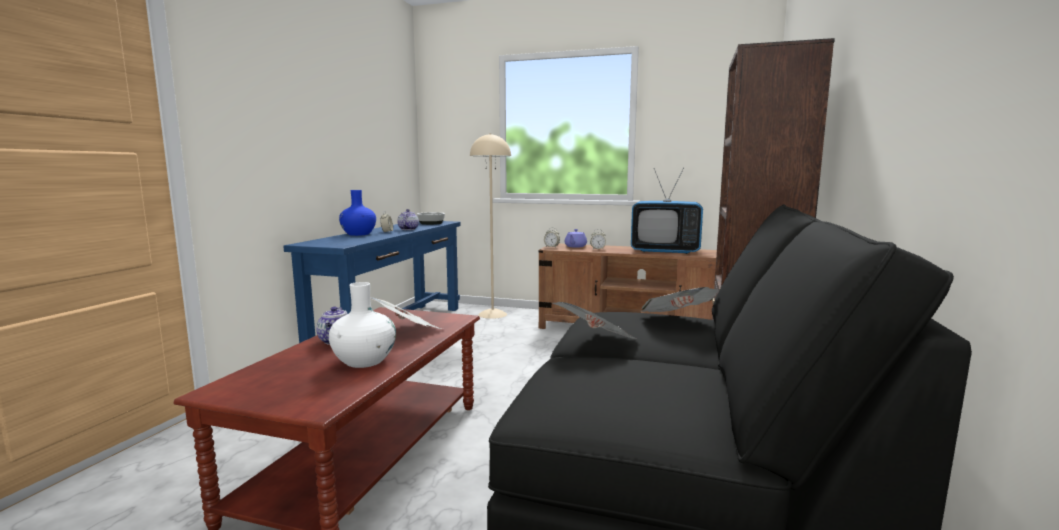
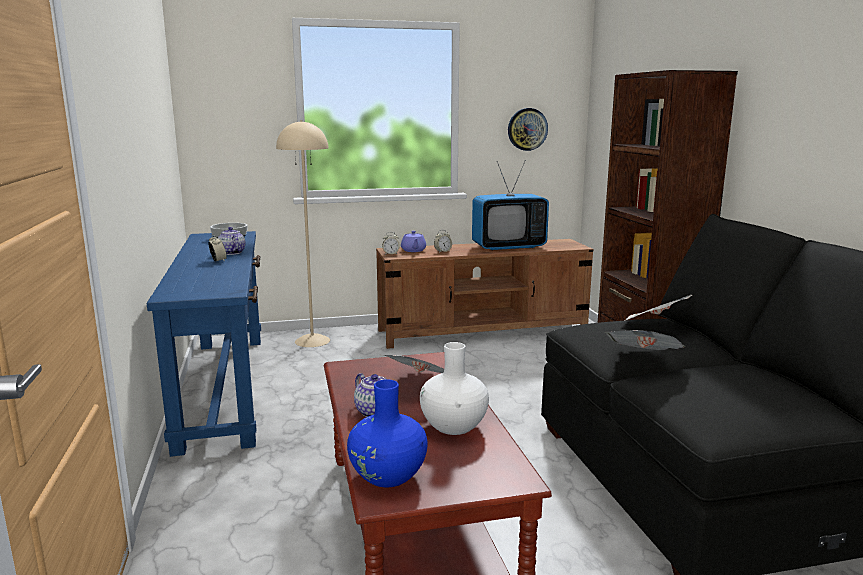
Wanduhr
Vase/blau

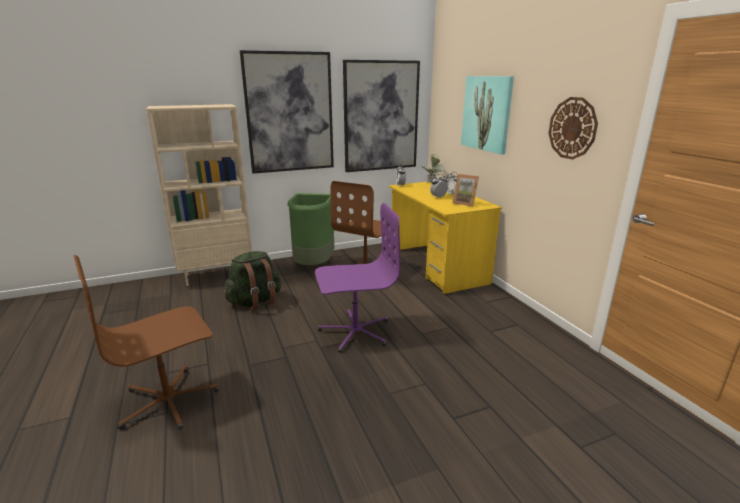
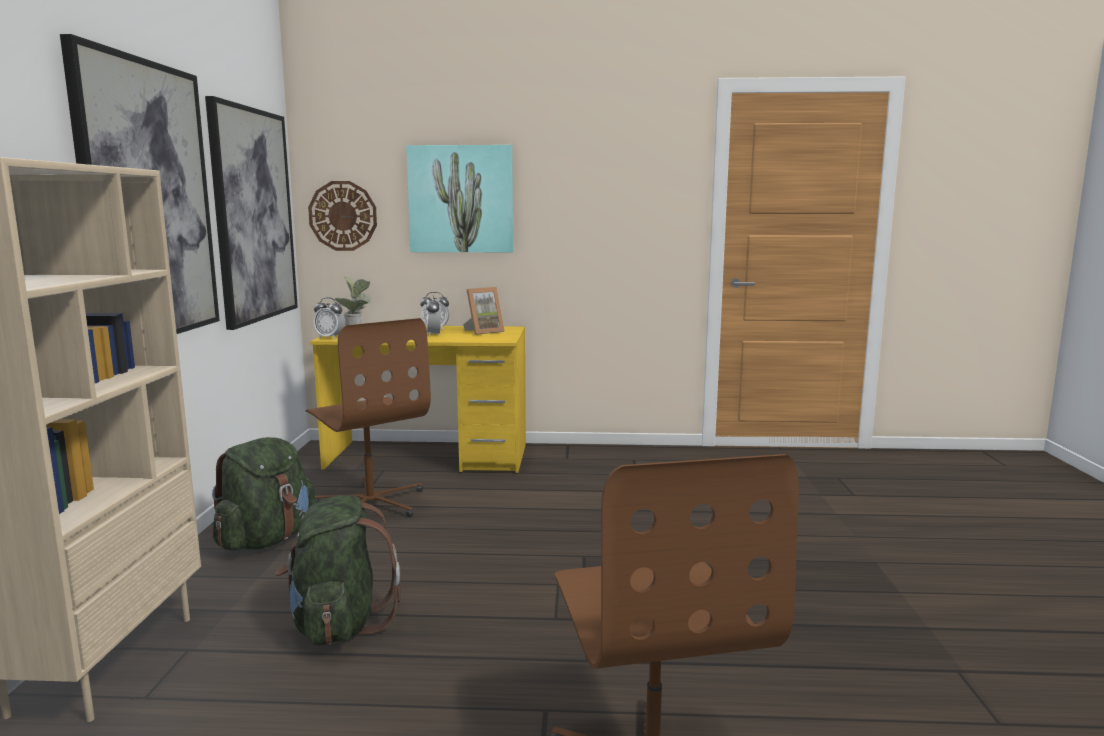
Bürostuhl/lila
Wanduhr
Rucksack/grün (1st from left)

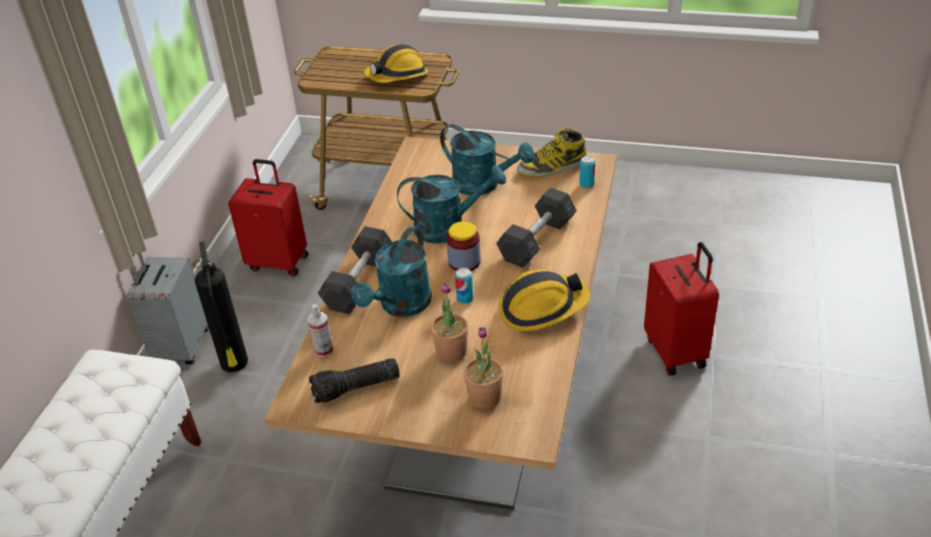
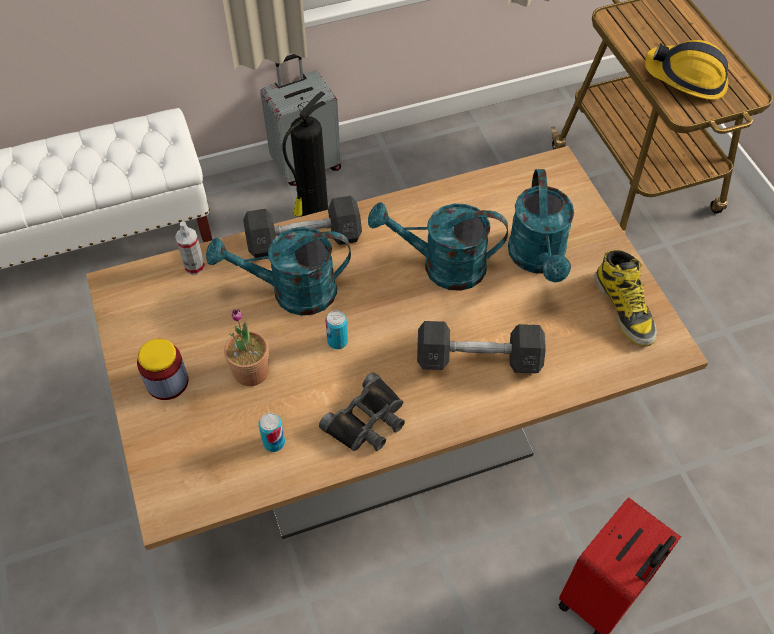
Koffer/rot (1st from left in the first image)
Taschenlampe
Topfpflanze (2nd from left in the first image)
Vorratsglas
Dose (1st from left)
Fernglas/schwarz
Gießkanne/türkis (2nd from left)
Stiefel

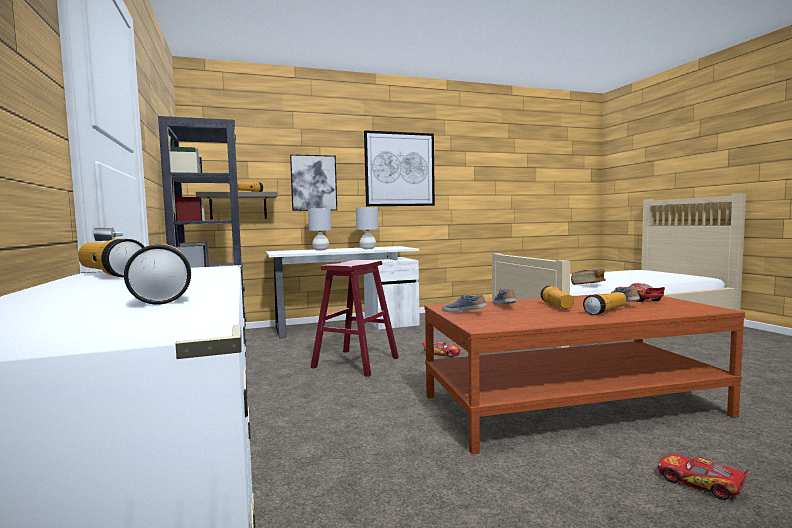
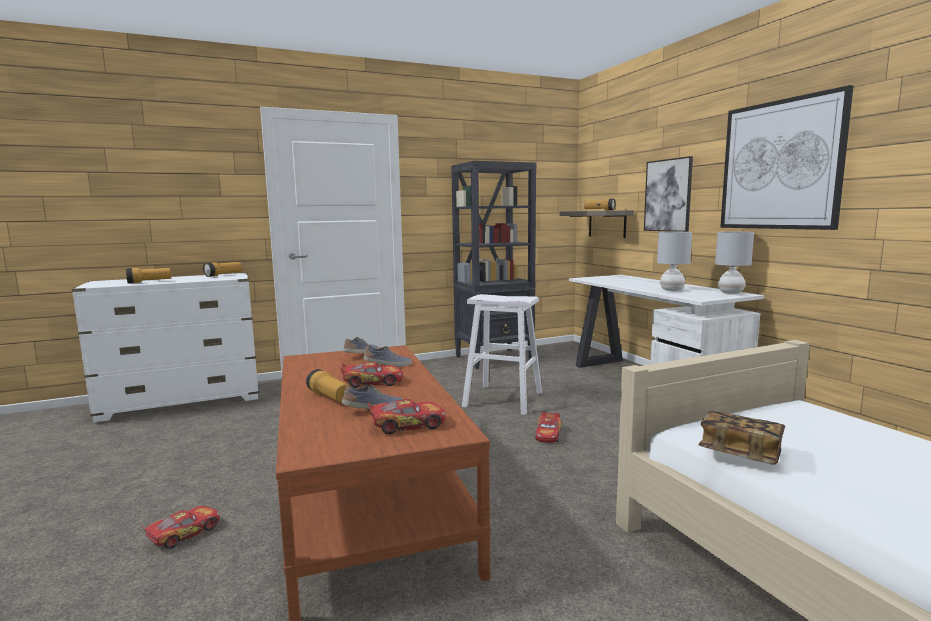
Tischlampe/grau (2nd from left)
Spielzeugauto (2nd from left)
Hocker/weiß

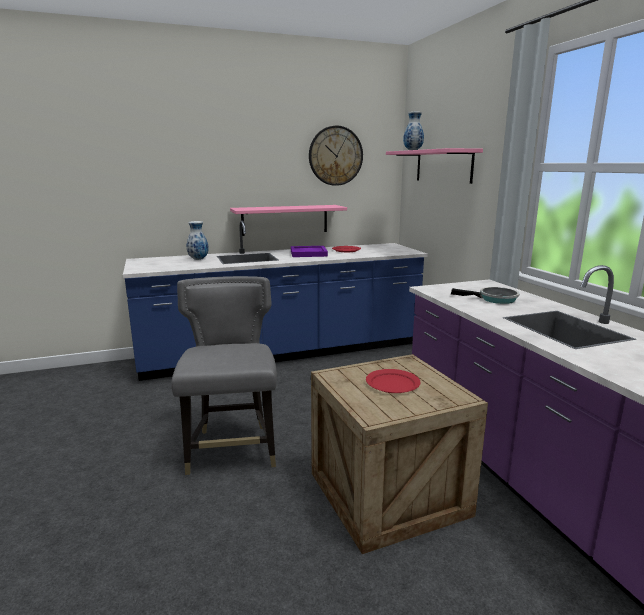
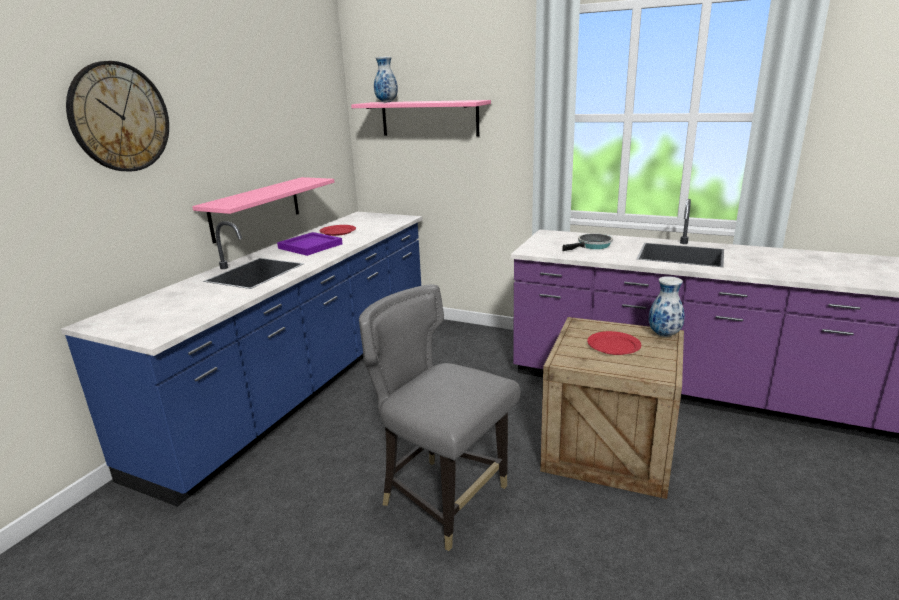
Vase (2nd from left)
Wanduhr

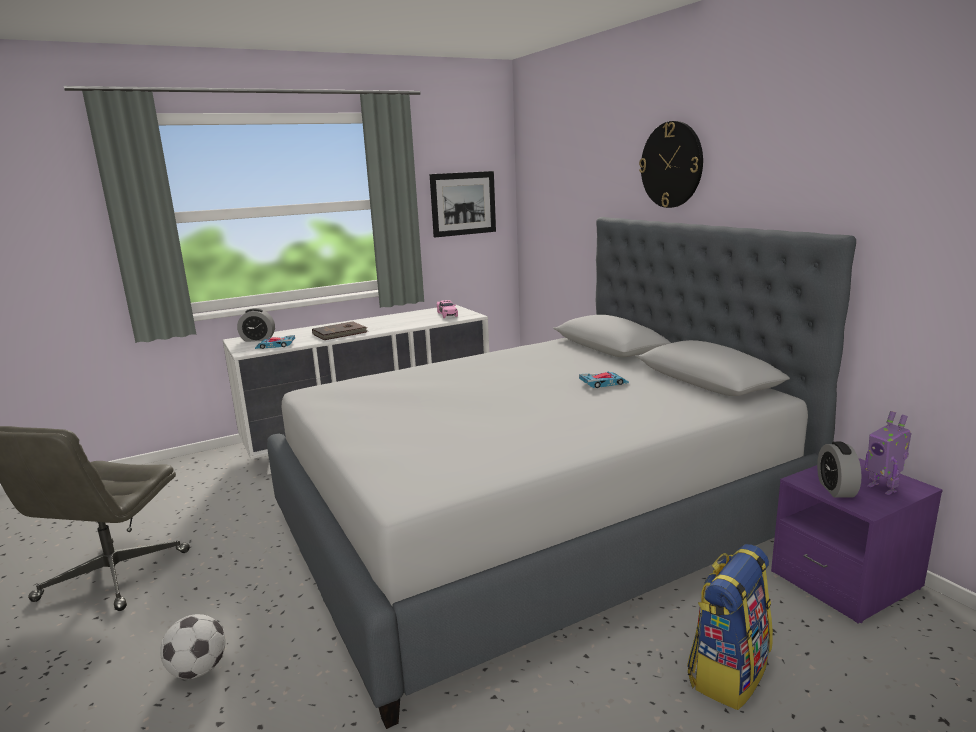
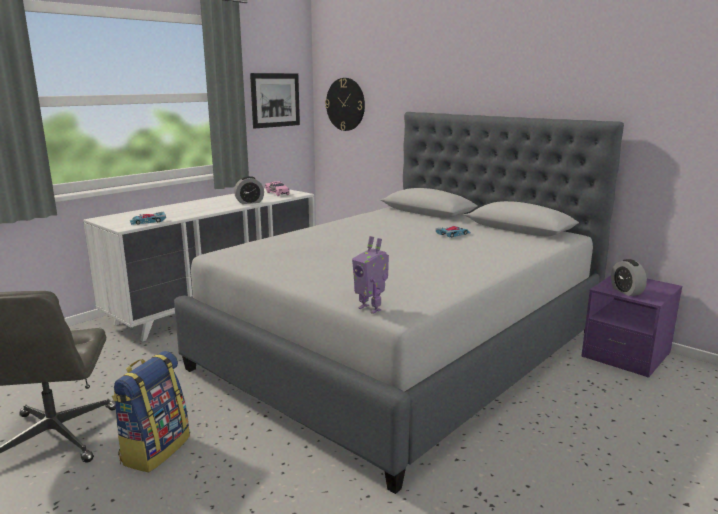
Fußball
Buch/braun
Wecker (1st from left)
Wanduhr
Rucksack
Spielzeugroboter

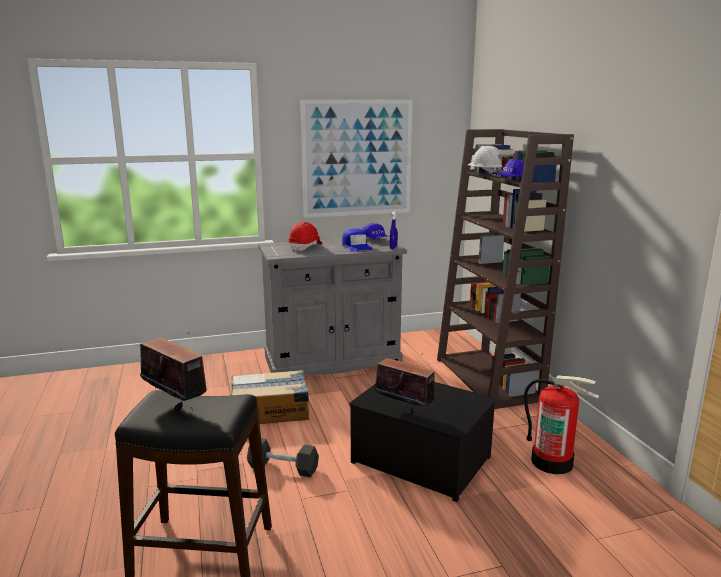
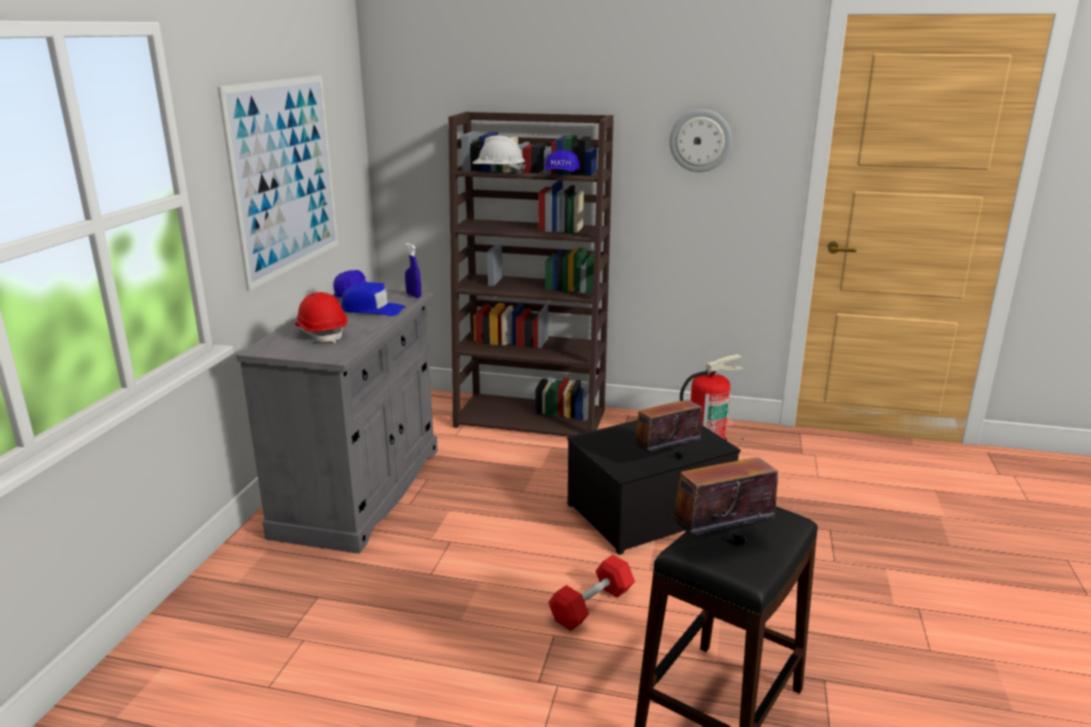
Karton
Wanduhr
Hantel/rot

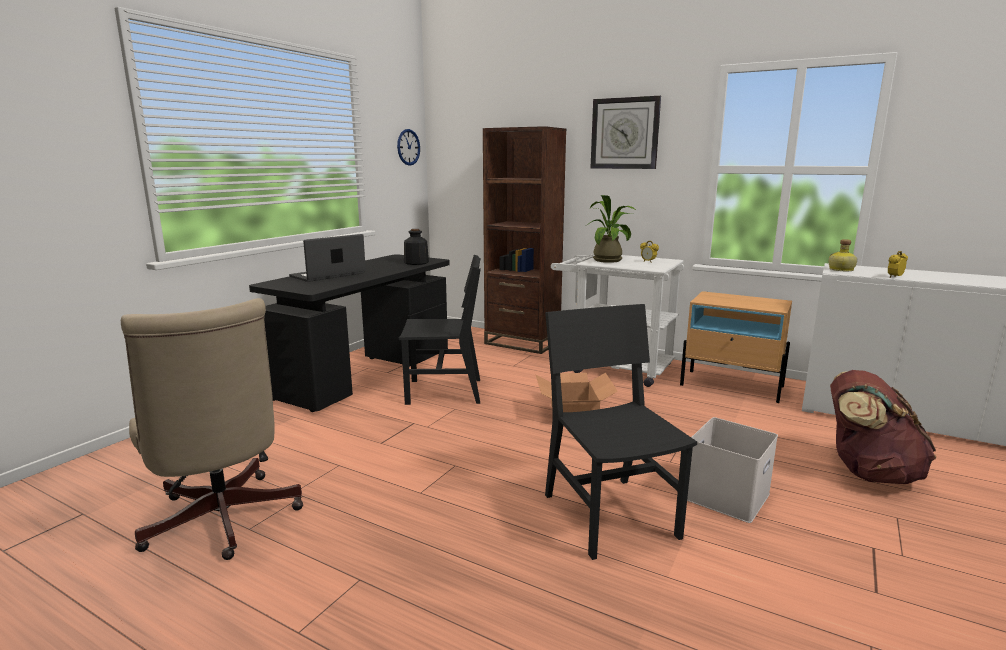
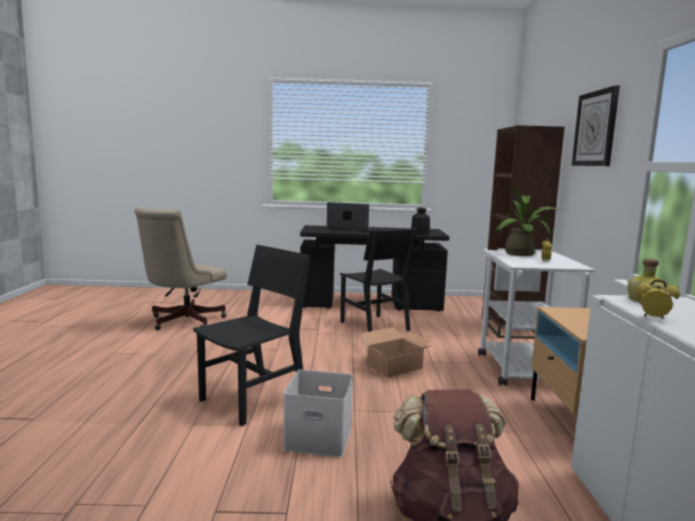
Wanduhr (1st from left in the first image)

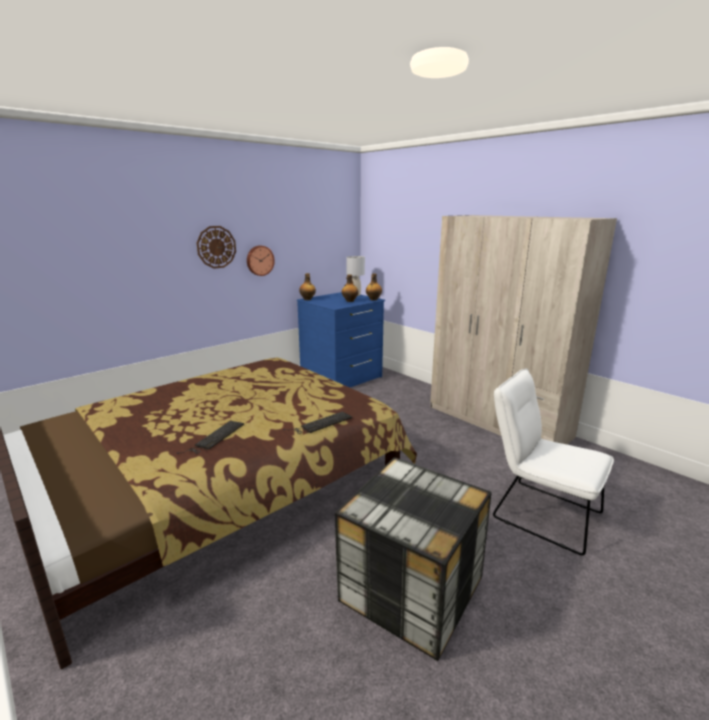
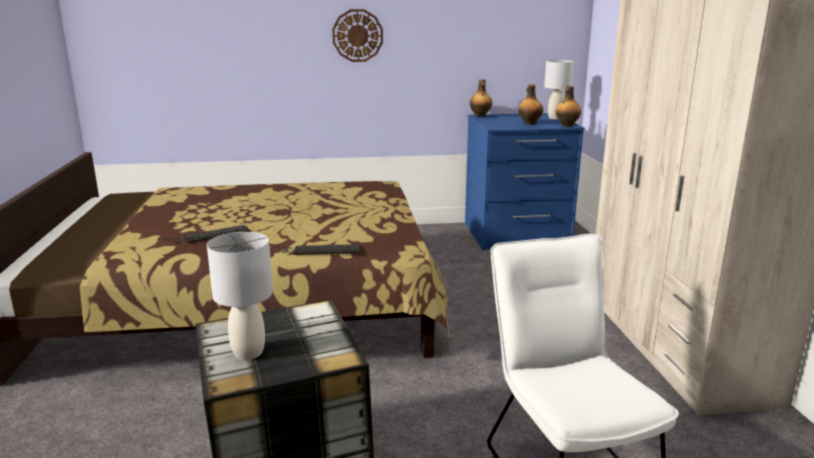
Wanduhr (2nd from left in the first image)
Tischlampe/grau (1st from left)

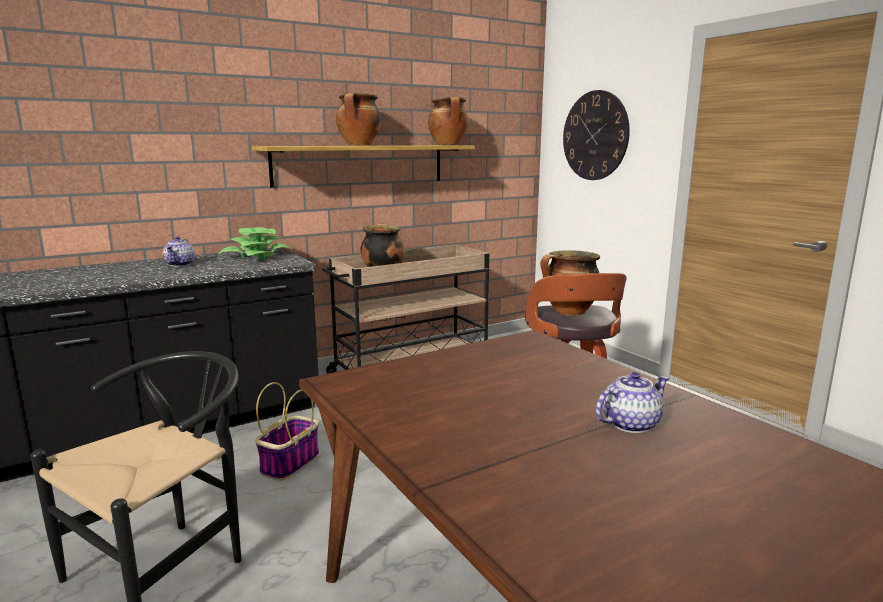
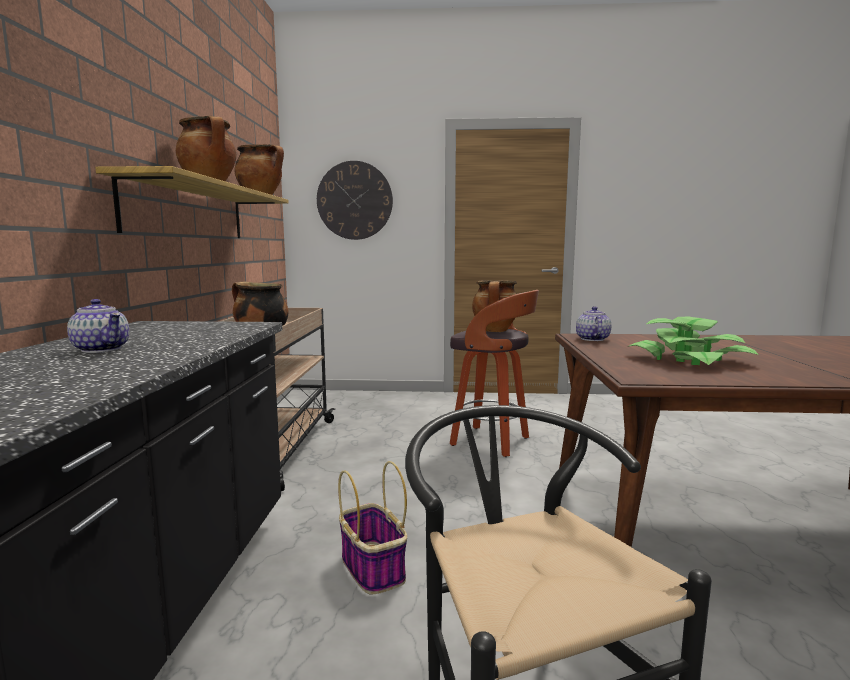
Topfpflanze
Teekanne (2nd from left)

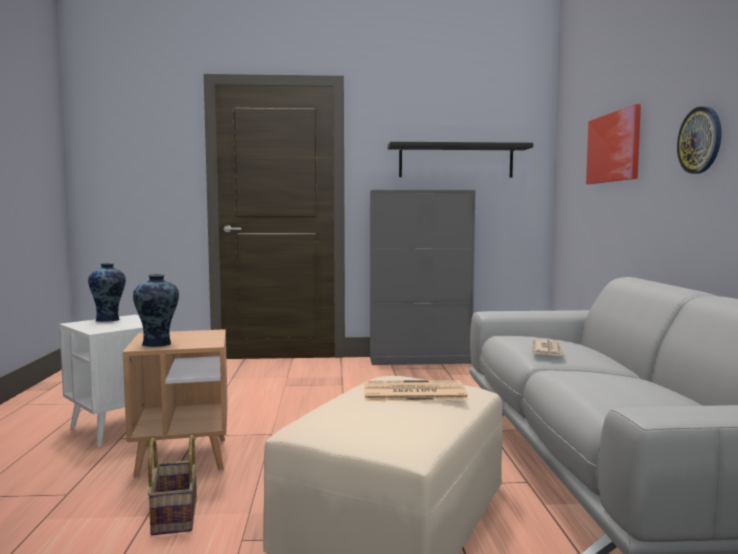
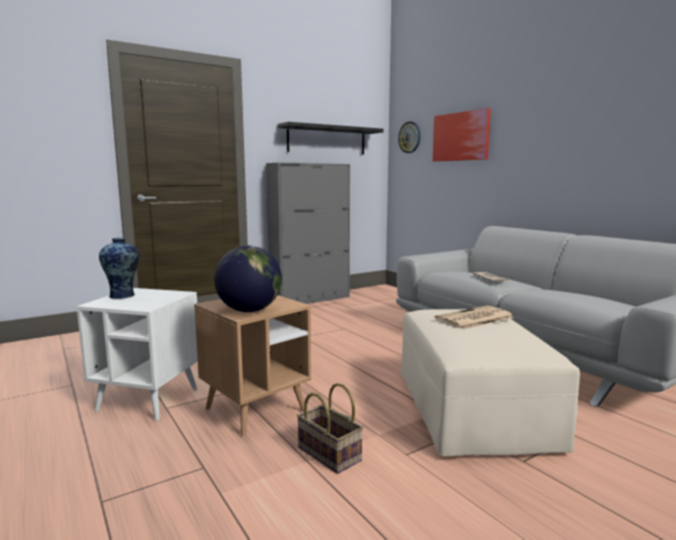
Wanduhr
Globus

